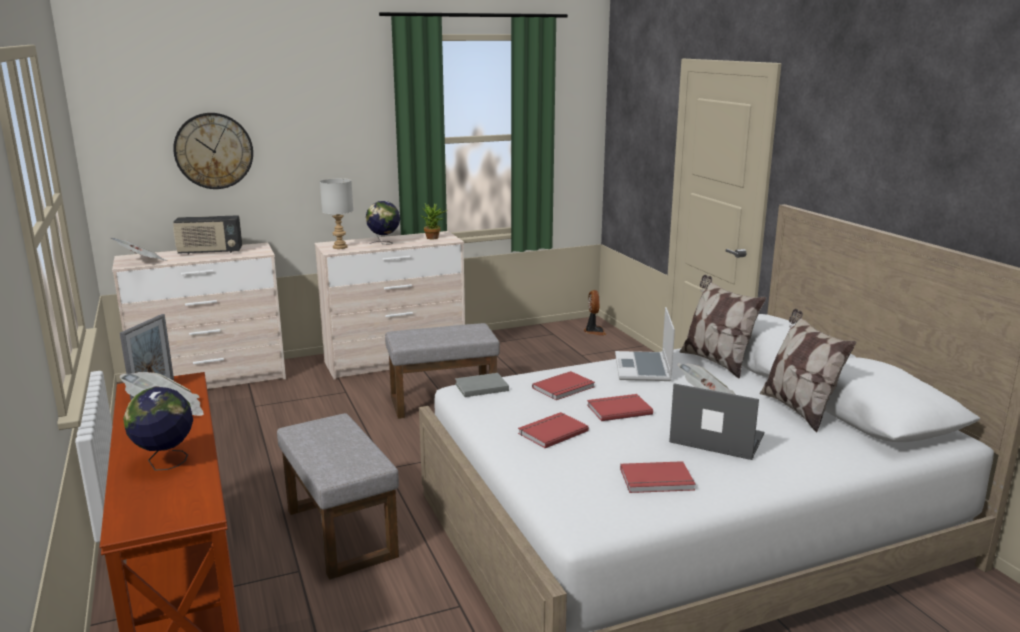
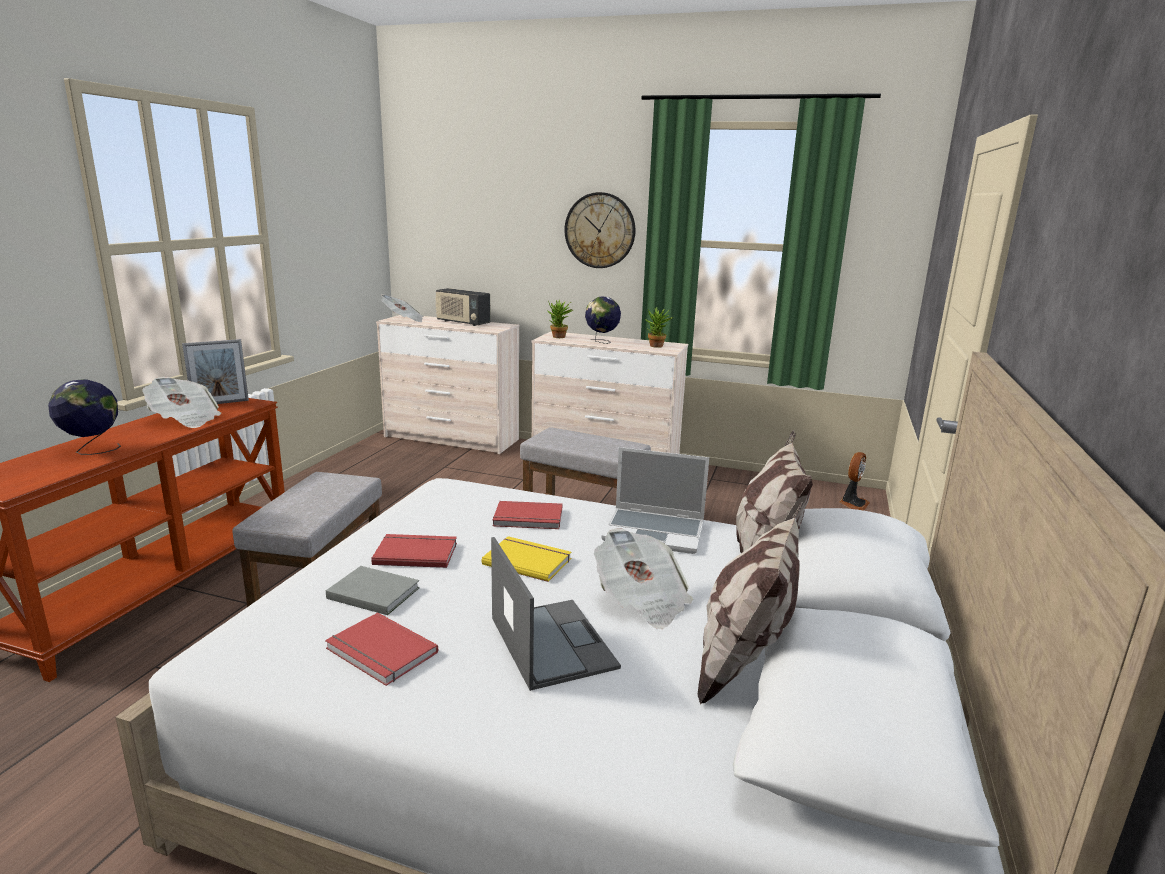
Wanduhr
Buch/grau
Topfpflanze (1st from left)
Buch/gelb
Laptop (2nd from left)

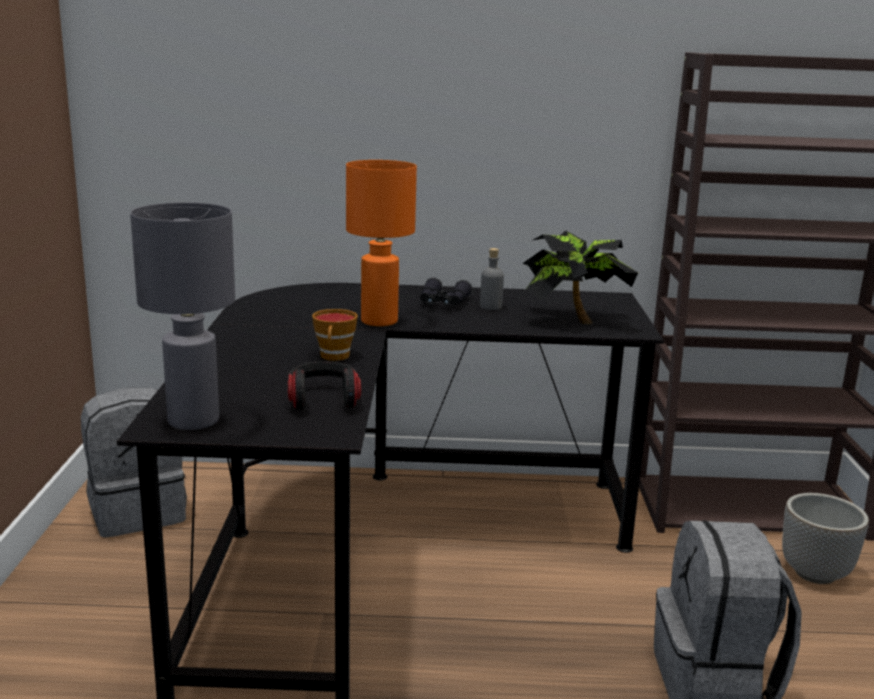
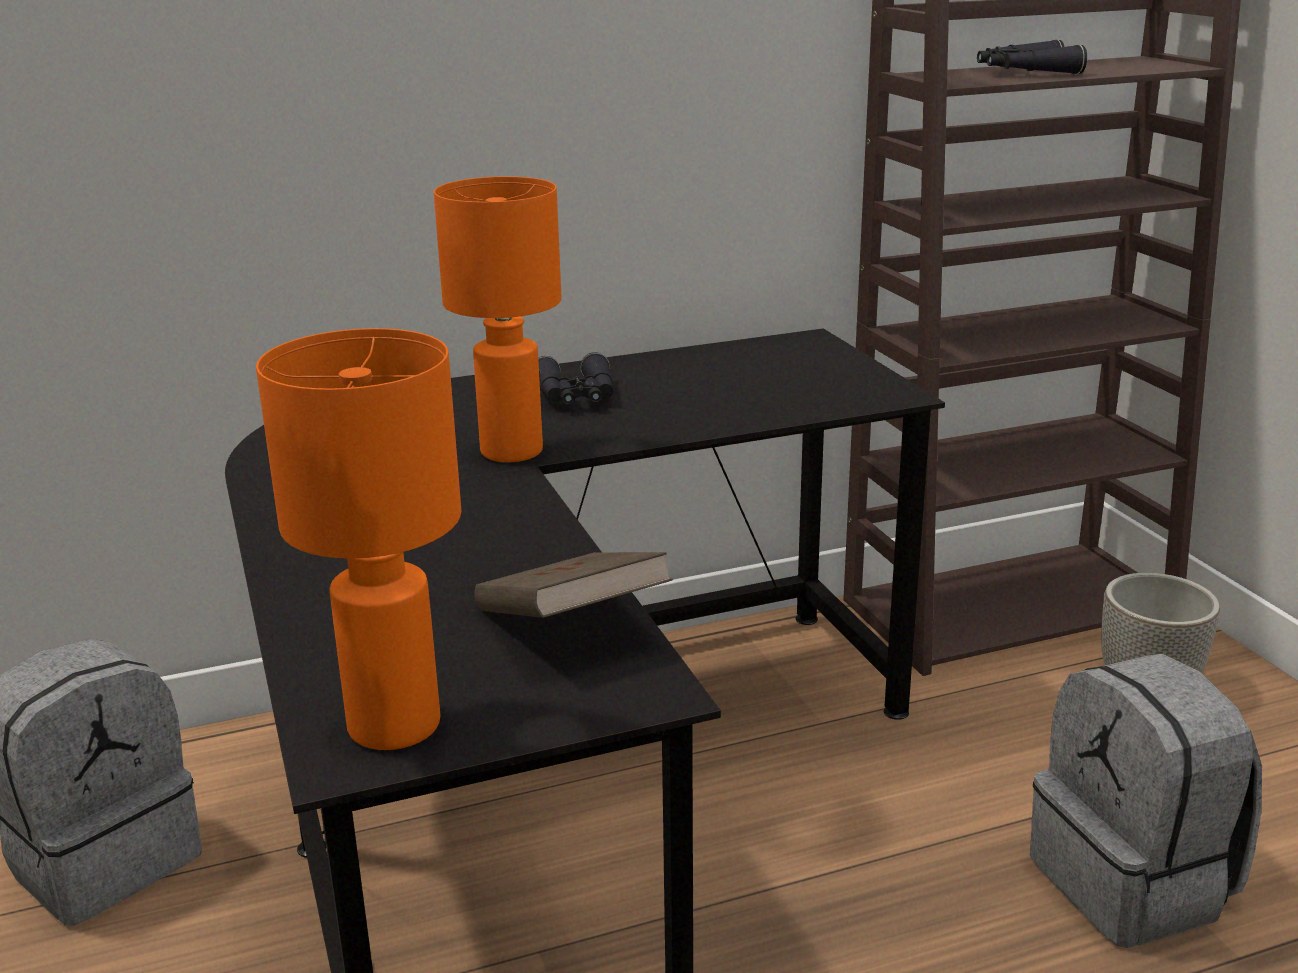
Tasse
Flasche/grau
Topfpflanze
Fernglas/schwarz (2nd from left)
Buch/braun
Tischlampe/orange (1st from left)

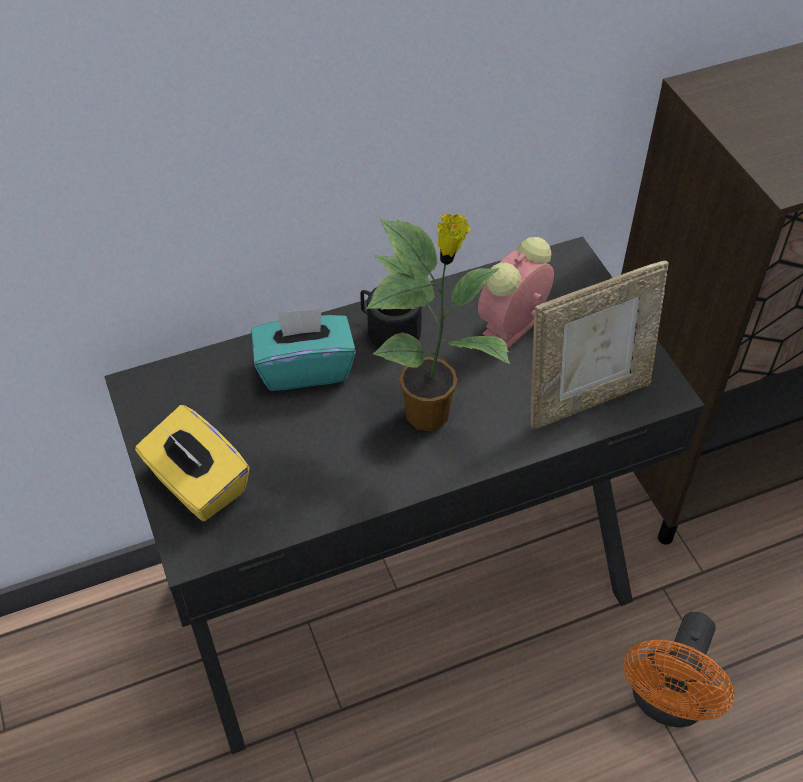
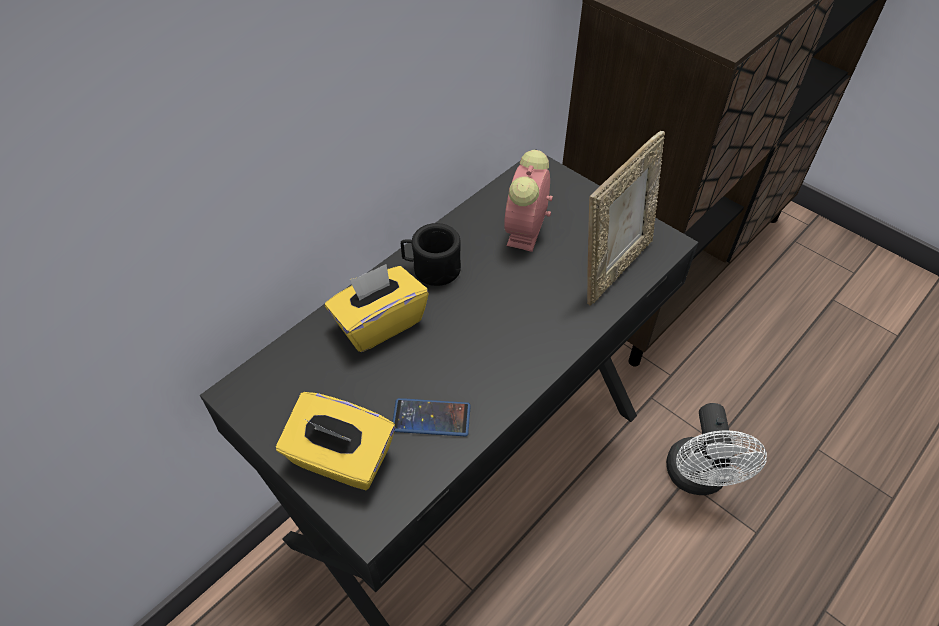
Topfpflanze
Handy
Taschentuchbox/gelb (2nd from left)
Ventilator/weiß

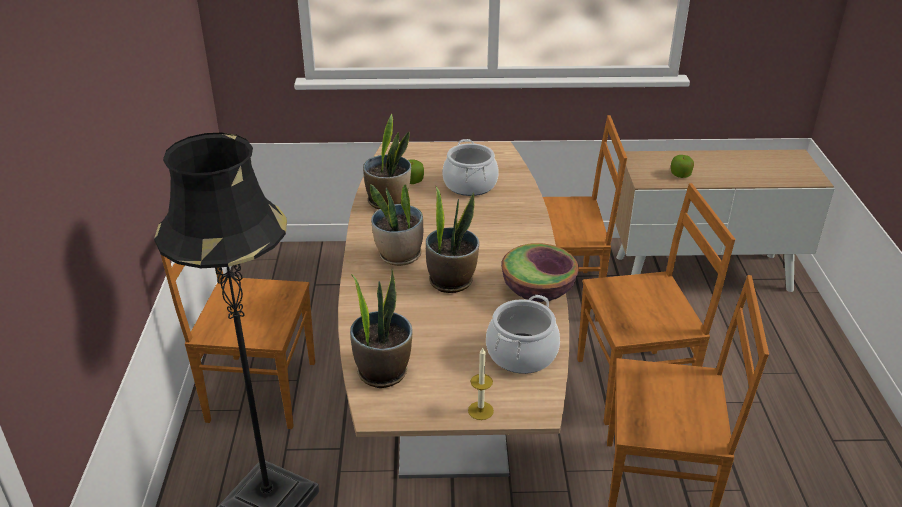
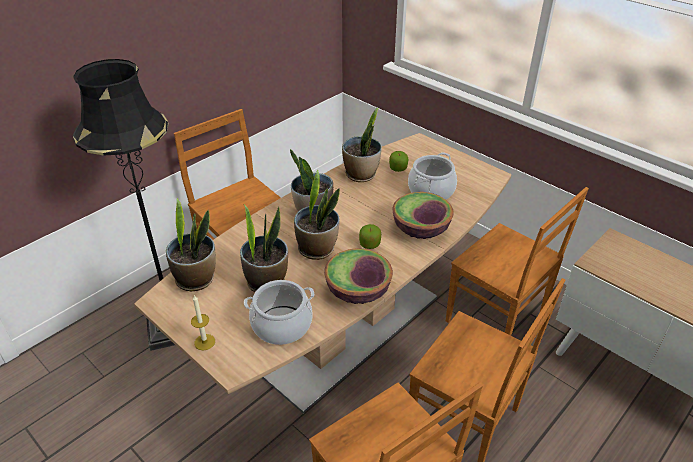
Topfpflanze (2nd from left)
Schüssel (2nd from left)
Apfel (1st from left)

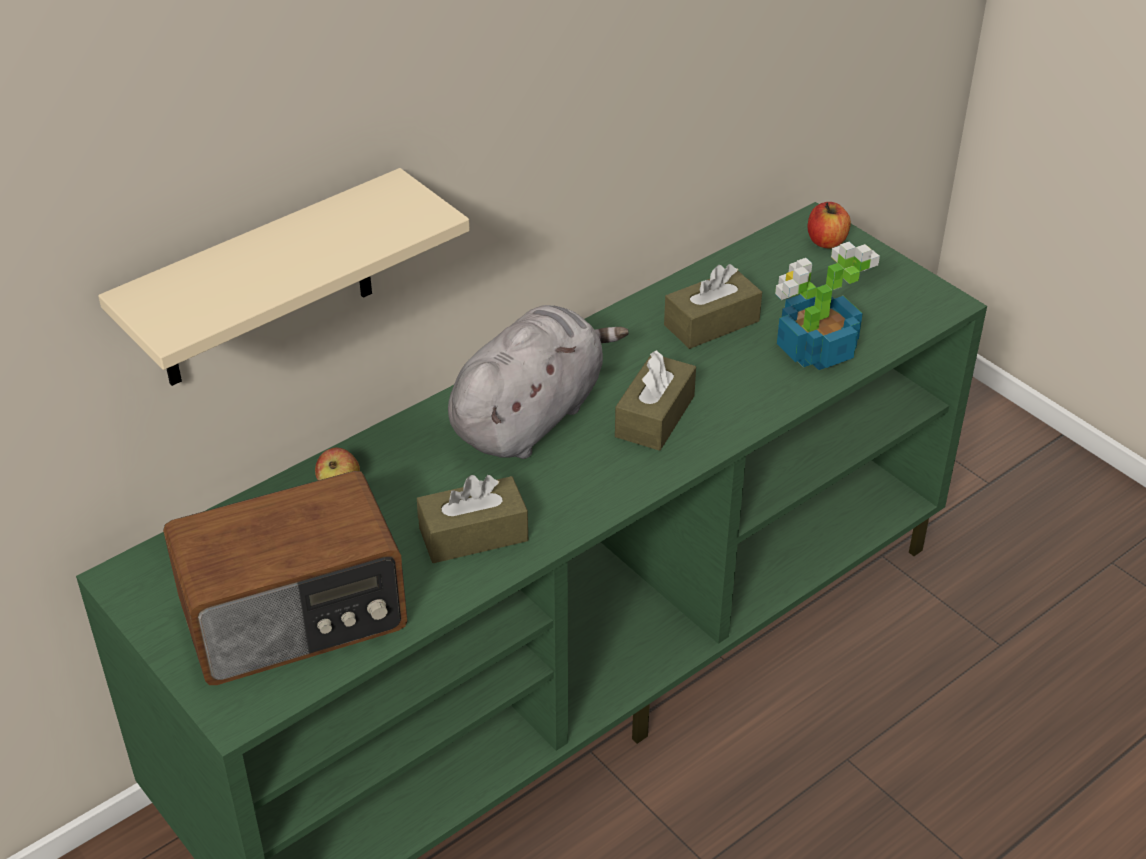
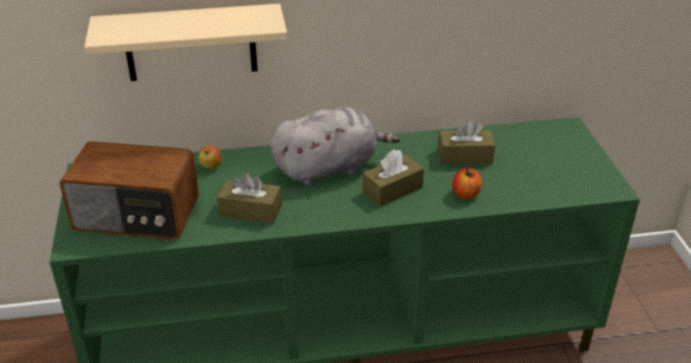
Topfpflanze
Apfel (2nd from left)

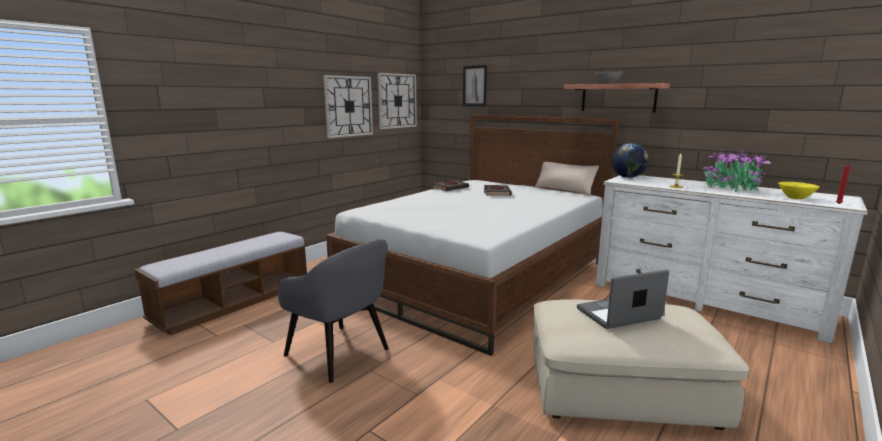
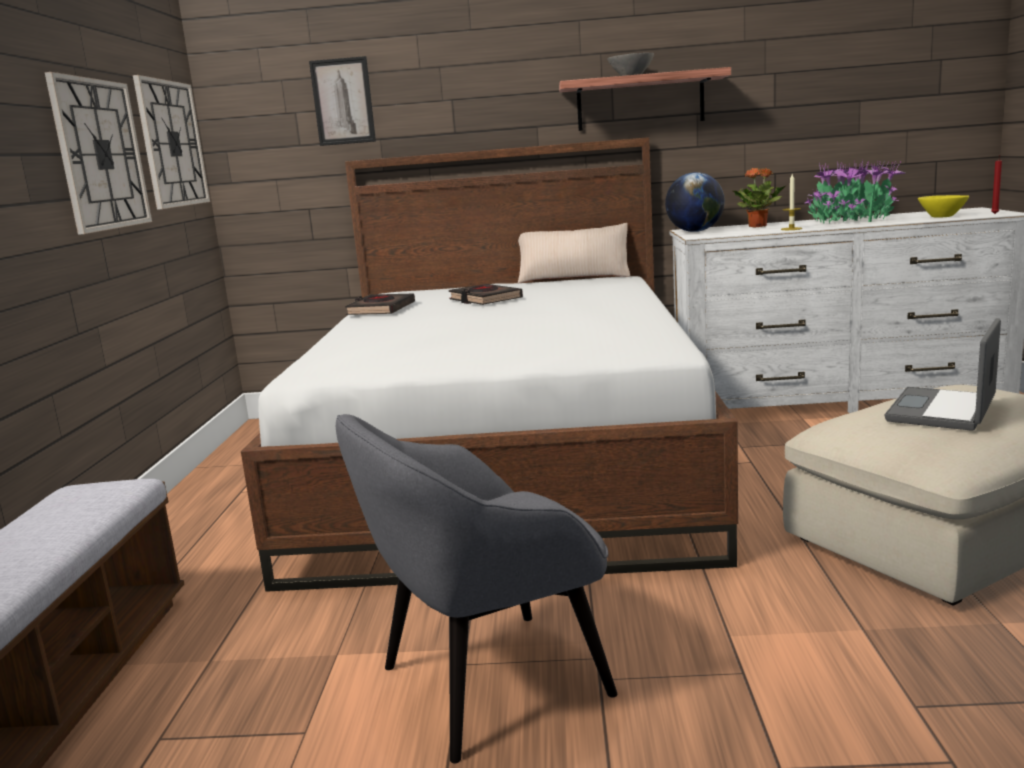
Topfpflanze (1st from left)
Sessel/grau

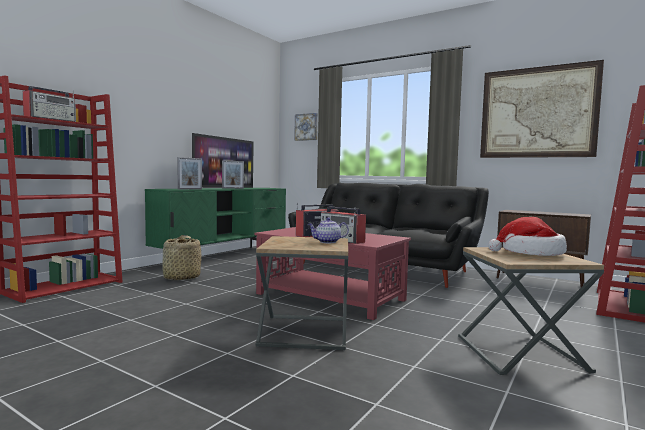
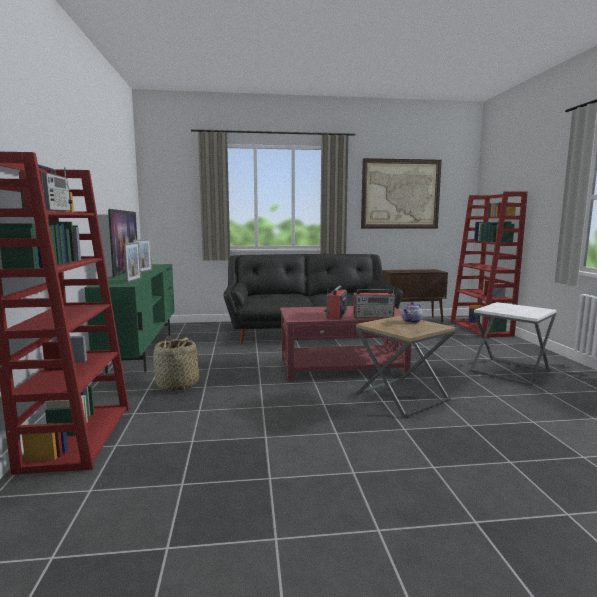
Bild (1st from left in the first image)
Hut
Beistelltisch/weiß

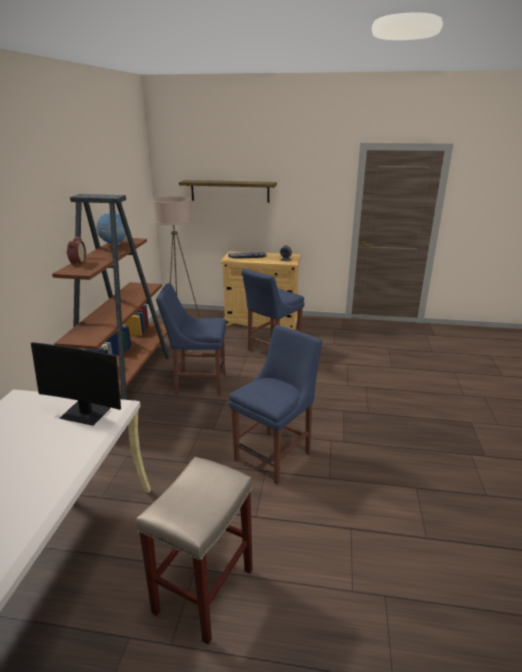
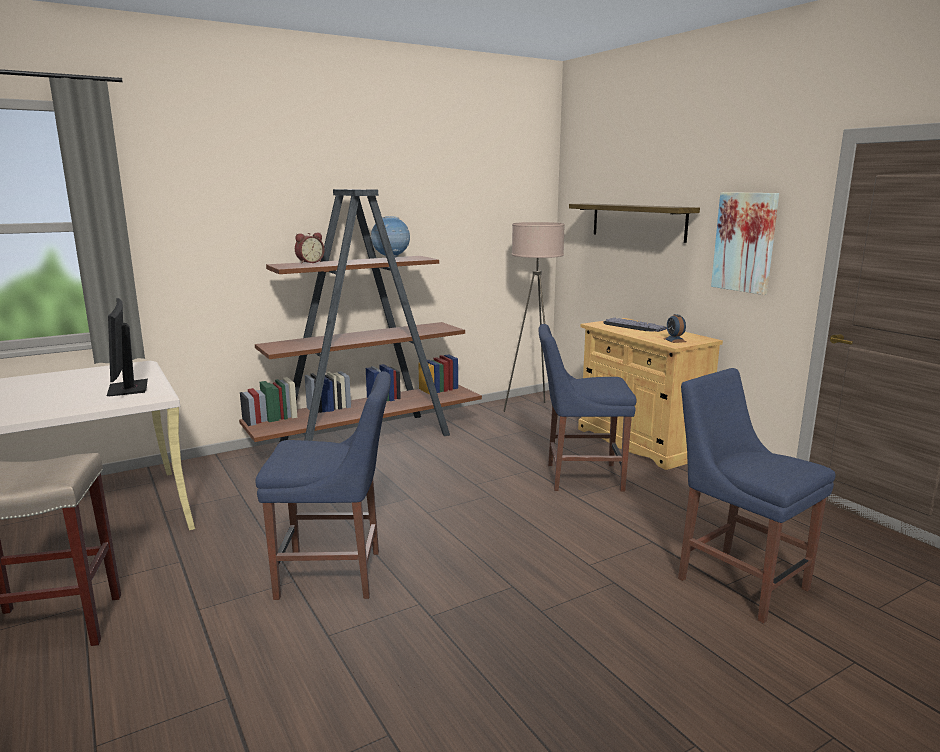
Bild
Stuhl/blau (3rd from left)

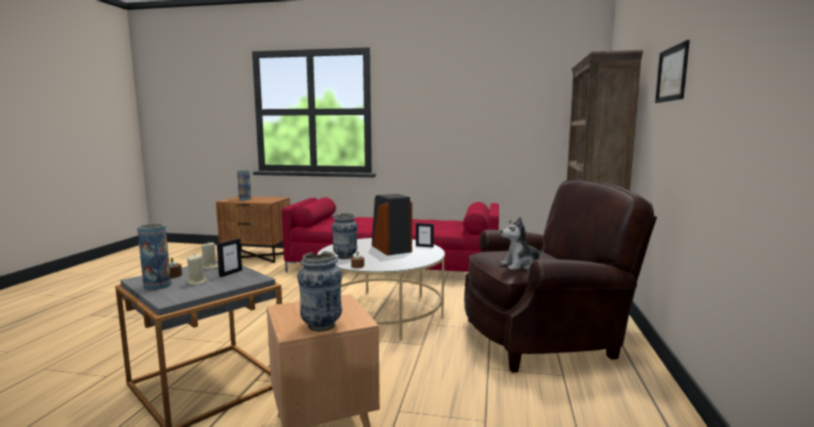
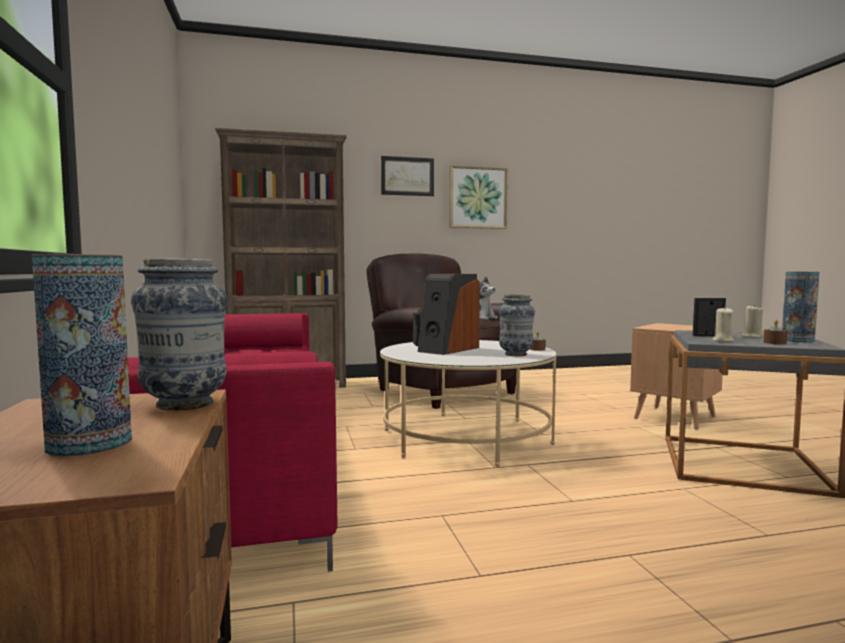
Bild (2nd from left)
Vase (2nd from left)

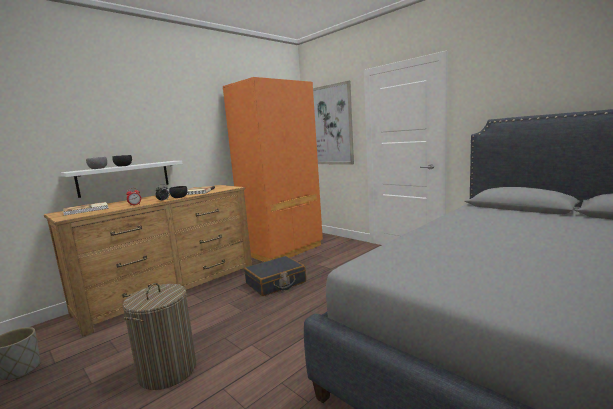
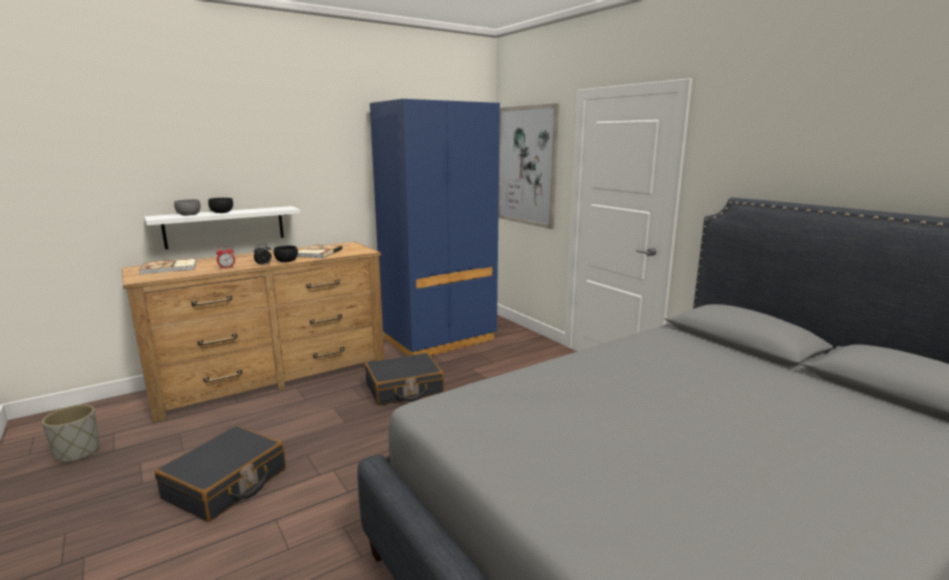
Koffer/schwarz (1st from left)
Kleiderschrank/blau

